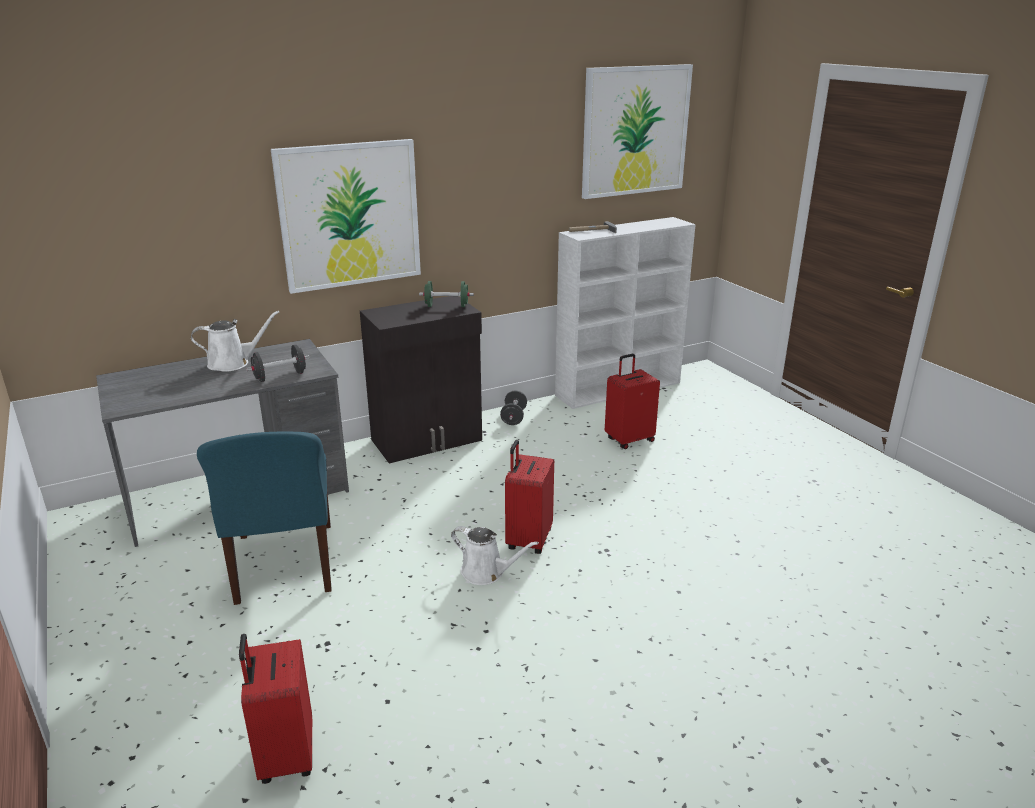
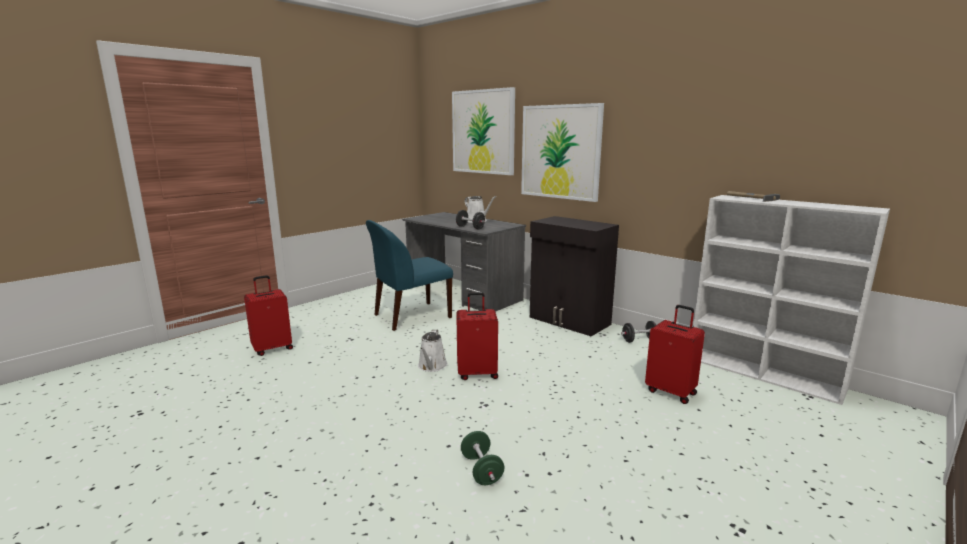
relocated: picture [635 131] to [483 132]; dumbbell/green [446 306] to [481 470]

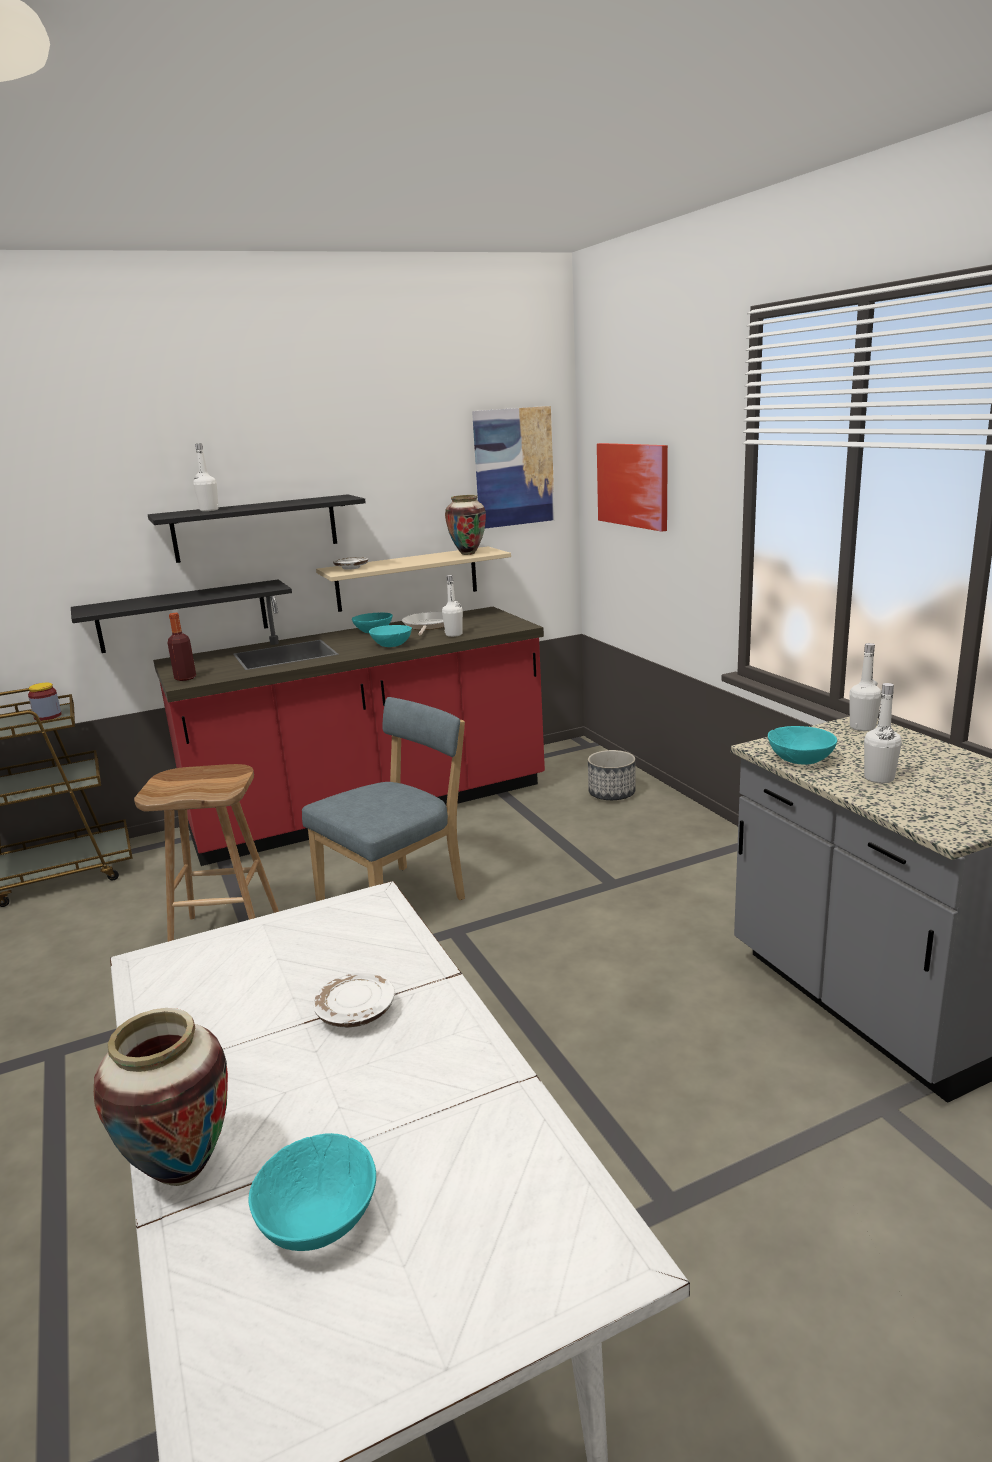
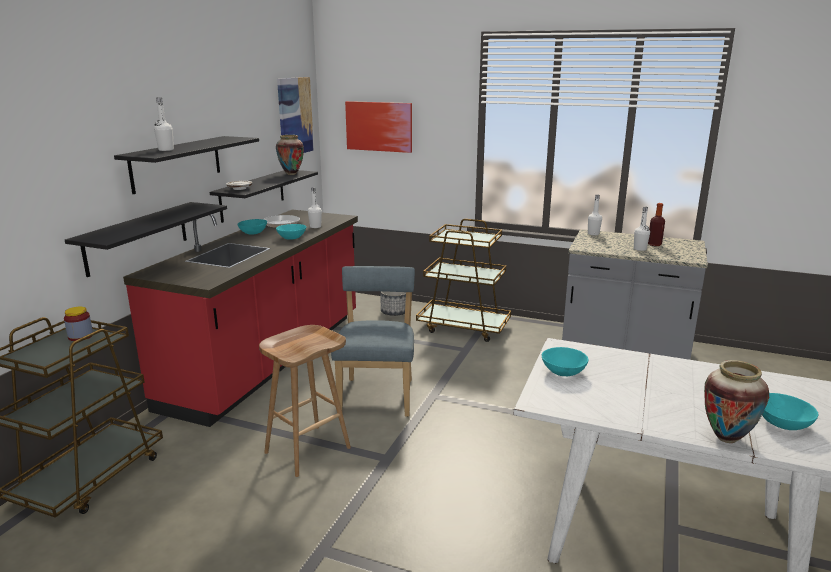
missing: plate/white [355 1012]
appeared: cart/brown [464 327]
relocated: bottle [185 678] to [654 244]; bowl/turquoise [800 759] to [563 371]
colour: shelf/beige [407 579] to shelf/black [252 195]

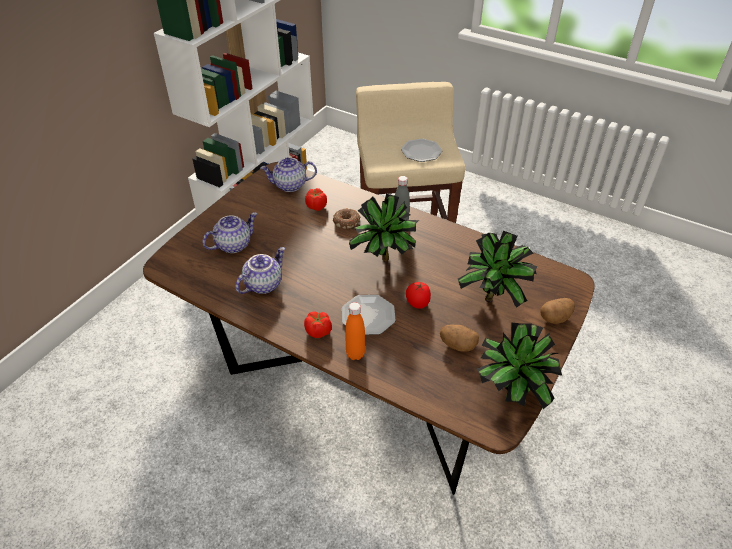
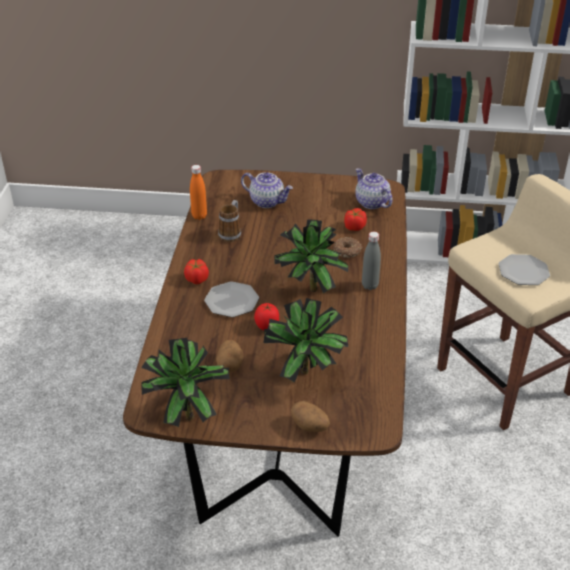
relocated: bottle/orange [355 354] to [199 216]
exchanged: teapot [263 284] to mug [231 233]

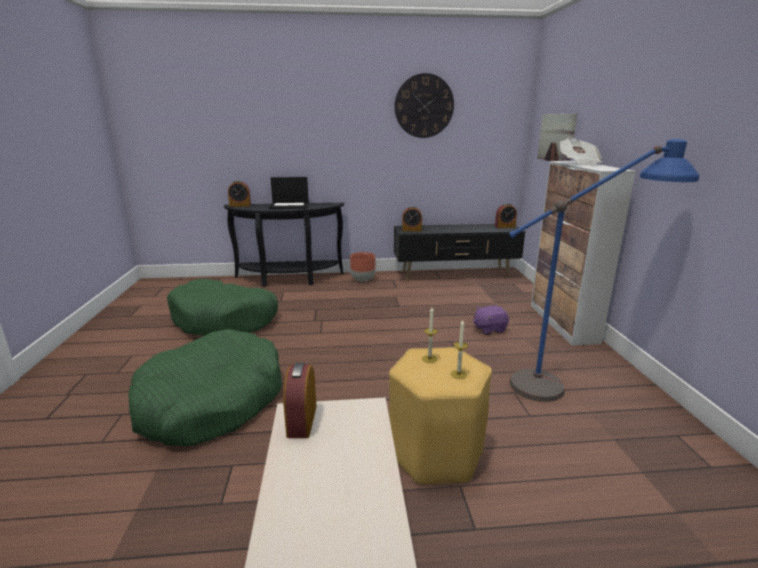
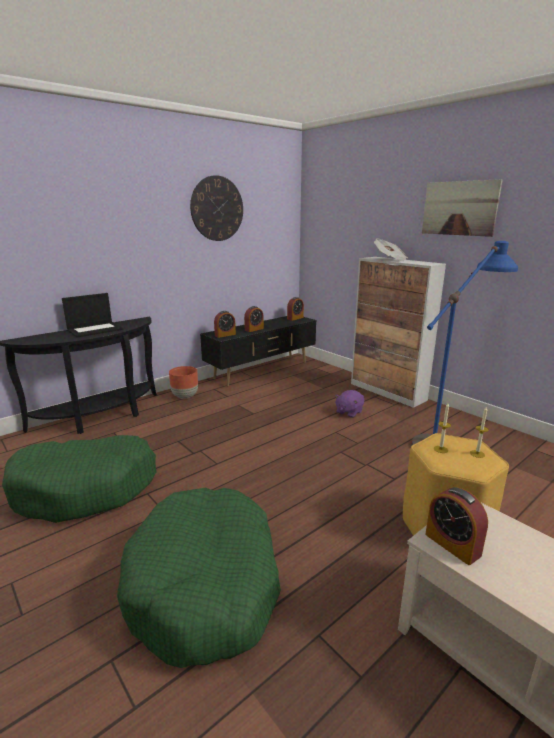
relocated: picture [556 138] to [459 208]; alarm clock [240 205] to [254 329]

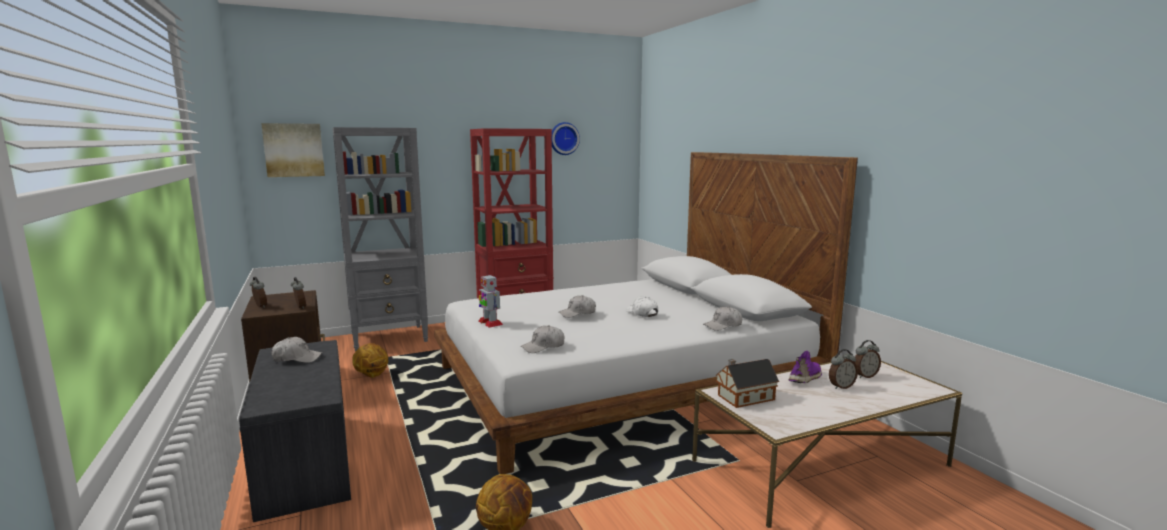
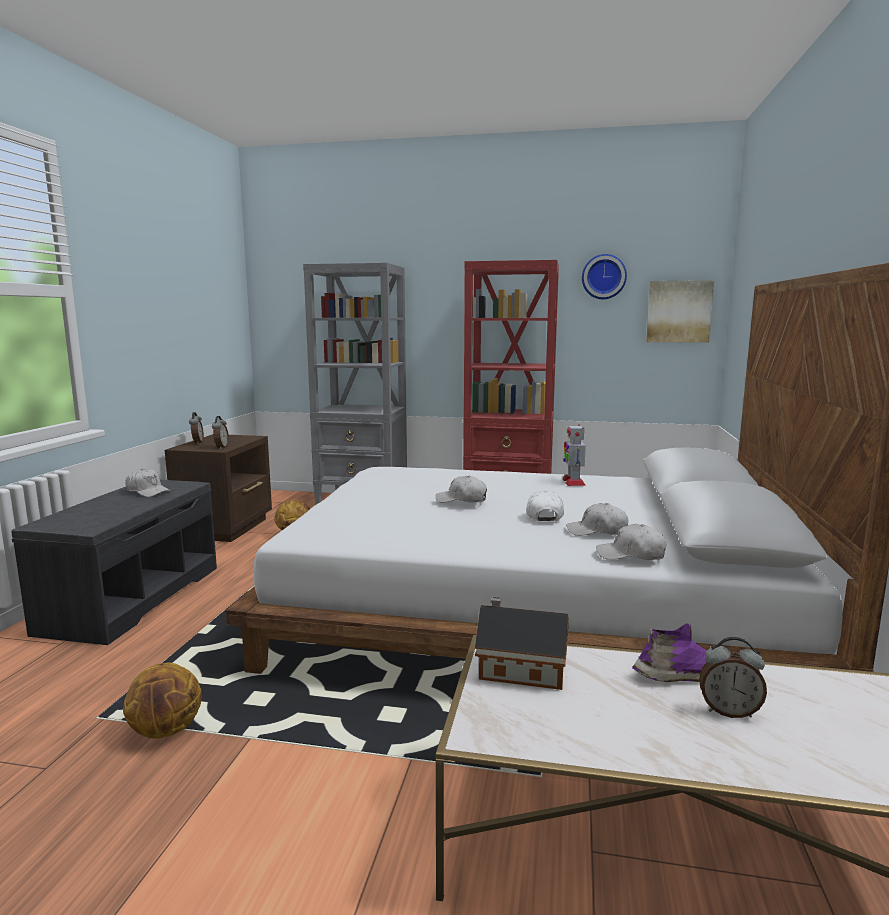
missing: alarm clock [864 376]
relocated: picture [294 150] to [679 311]; toy robot [490 323] to [573 482]; cap/white [543 347] to [597 531]

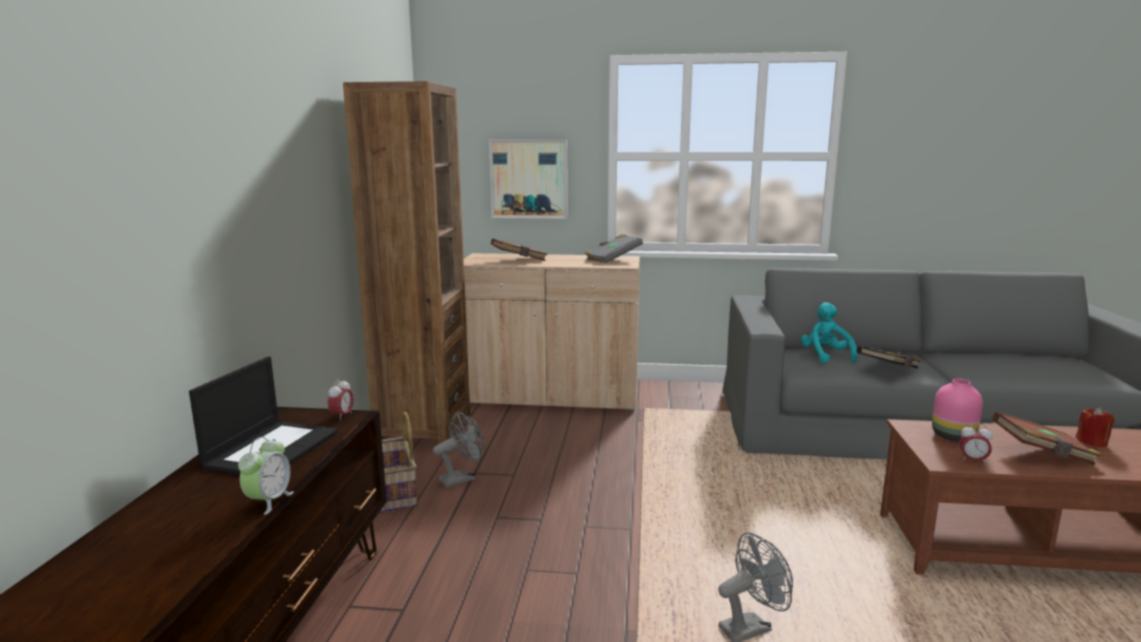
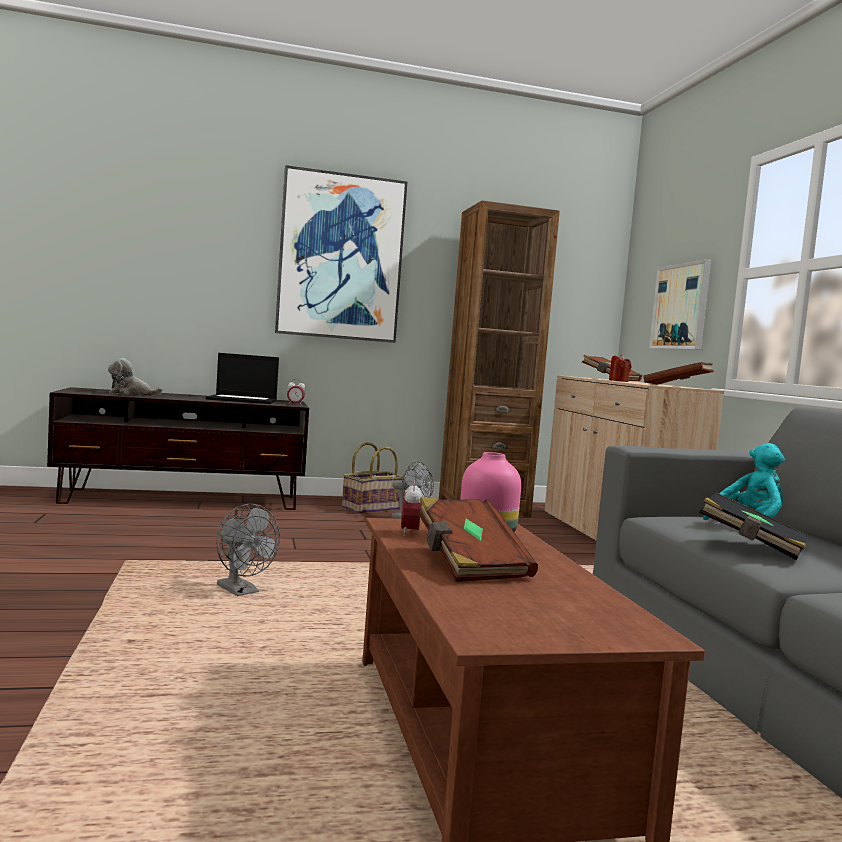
missing: alarm clock [269 501]
appeared: picture [340 257]; plush toy [131 394]
relocated: candle/red [1092 442] to [618 381]
colour: book/grey [613 259] to book/brown [677 386]

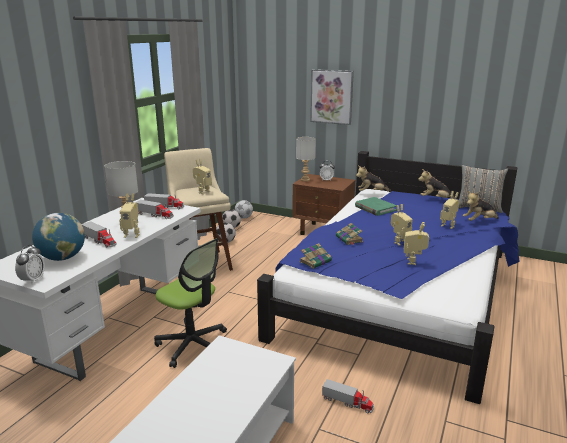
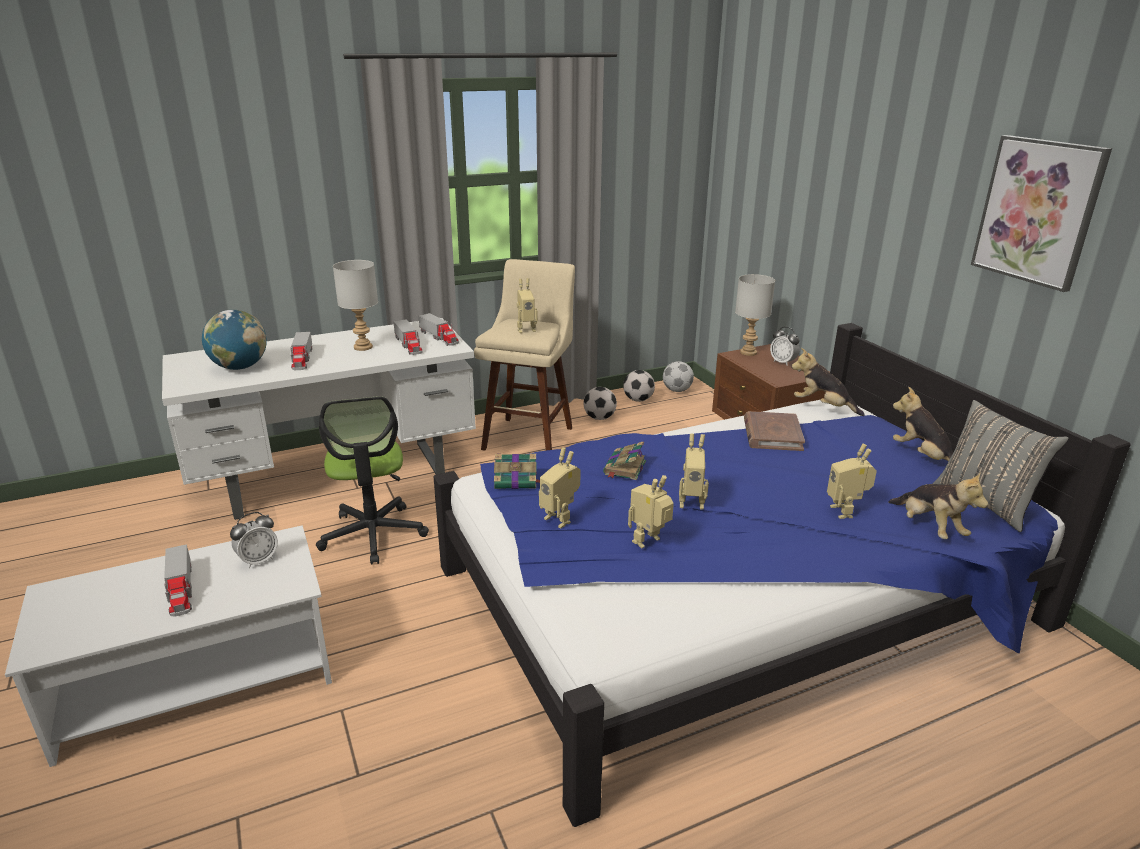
relocated: picture [331 96] to [1038 211]; toy robot [132 235] to [560 518]; alarm clock [33 280] to [258 560]; toy truck [347 402] to [181 590]
colour: book/green [375 208] to book/brown [772 434]
spun: plush toy [479 221] = [929 528] 135 degrees counterclockwise

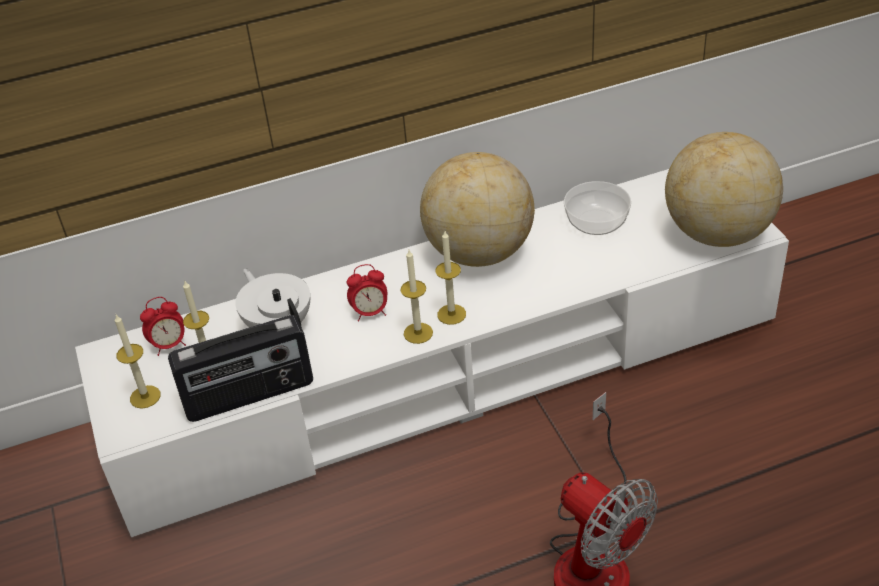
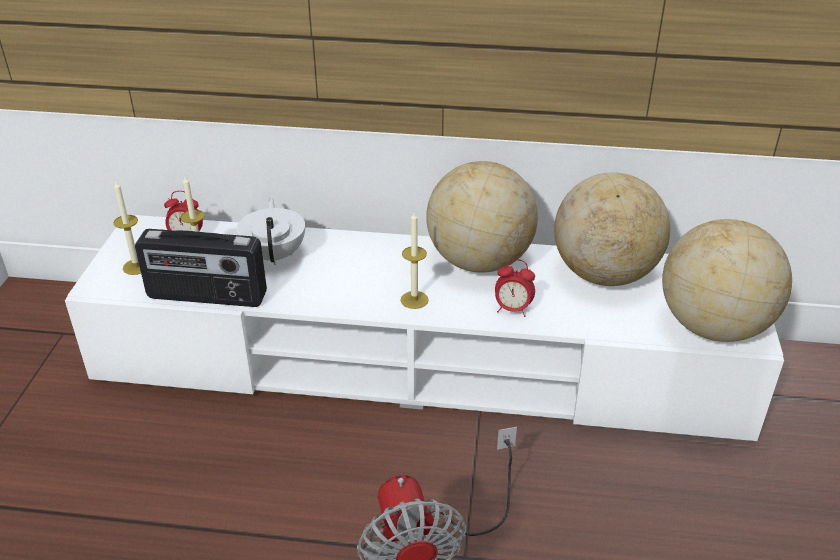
missing: candle [418 333]
relocated: alarm clock [370 313] to [512 309]
exchanged: bowl [597 221] to globe [604 274]

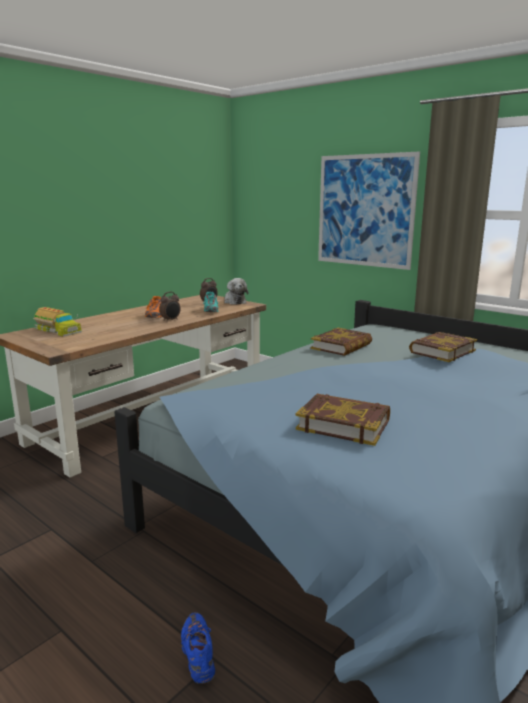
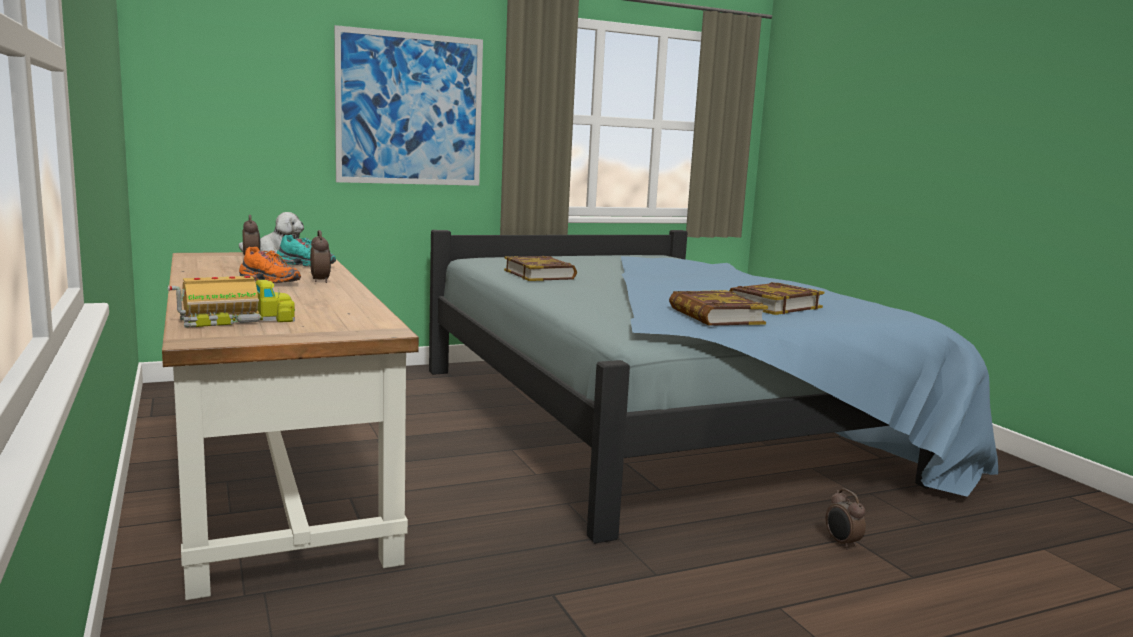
relocated: book [442 351] to [715 316]
exchanged: shoe/blue [198 654] to alarm clock [842 543]

